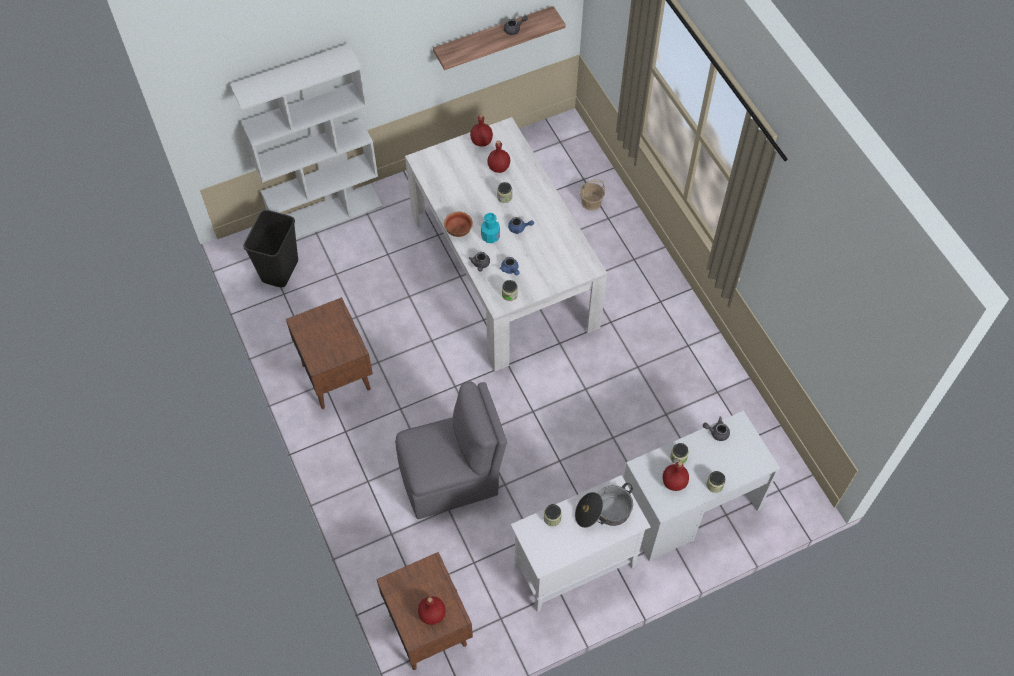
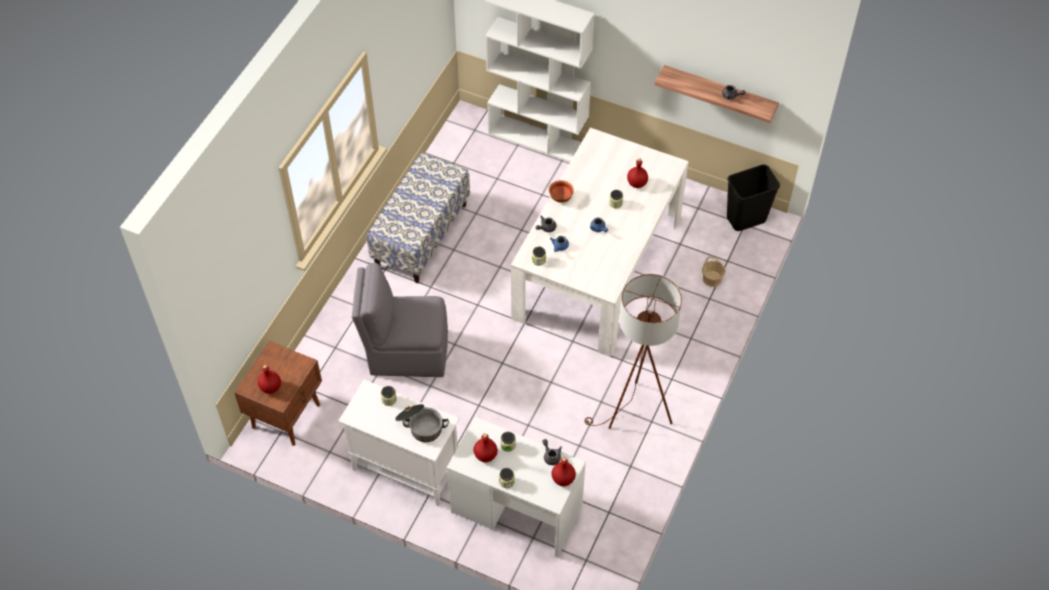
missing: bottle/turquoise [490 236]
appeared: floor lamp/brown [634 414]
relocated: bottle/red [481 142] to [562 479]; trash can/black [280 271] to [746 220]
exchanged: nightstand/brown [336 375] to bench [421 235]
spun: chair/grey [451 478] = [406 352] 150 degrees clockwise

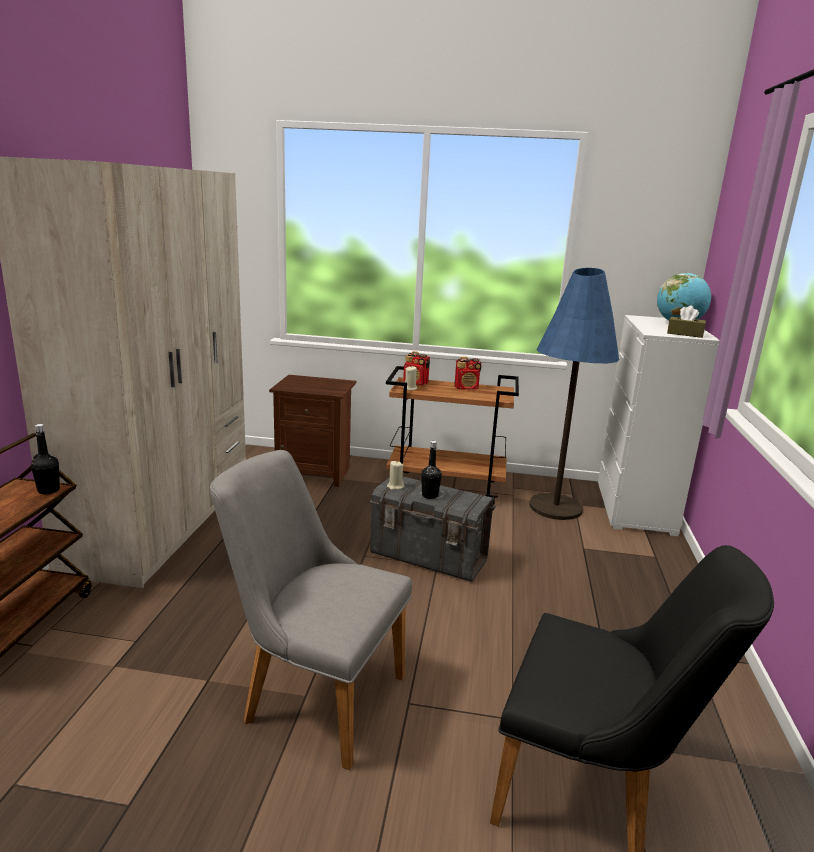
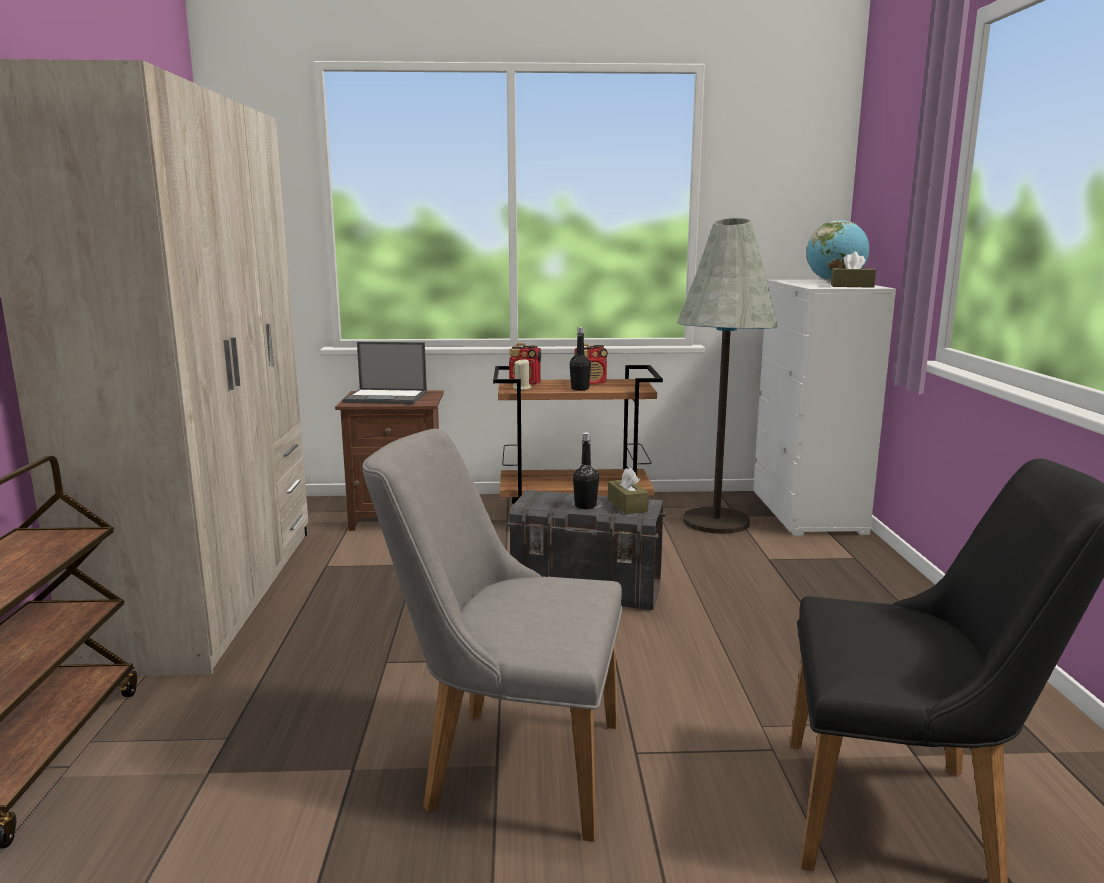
missing: candle/beige [395 486]
appeared: laptop [387 397]; tissue box/brown [627 505]
relocated: bottle/black [48 490] to [580 389]
colour: floor lamp/blue [555 507] to floor lamp/grey [716 521]

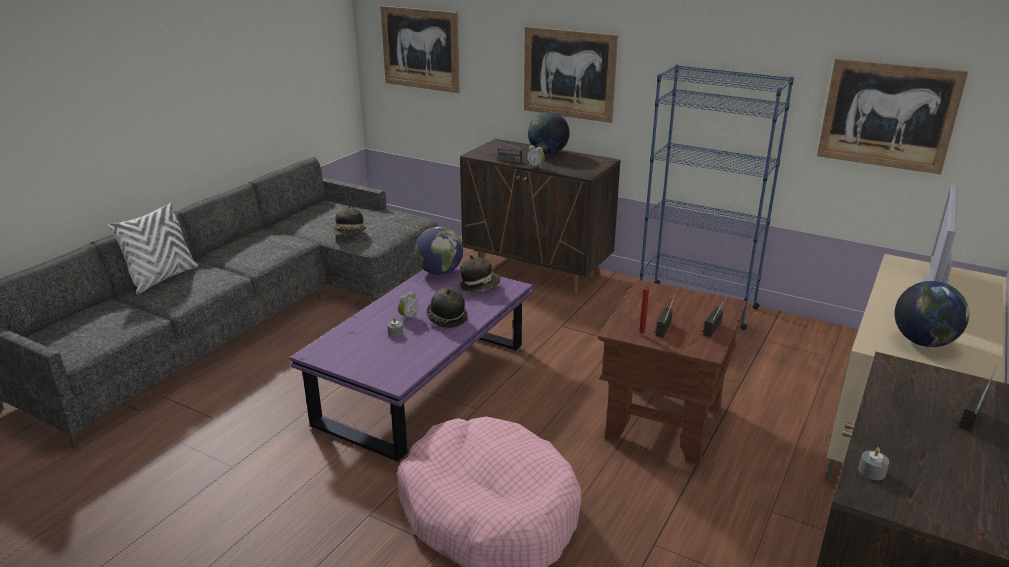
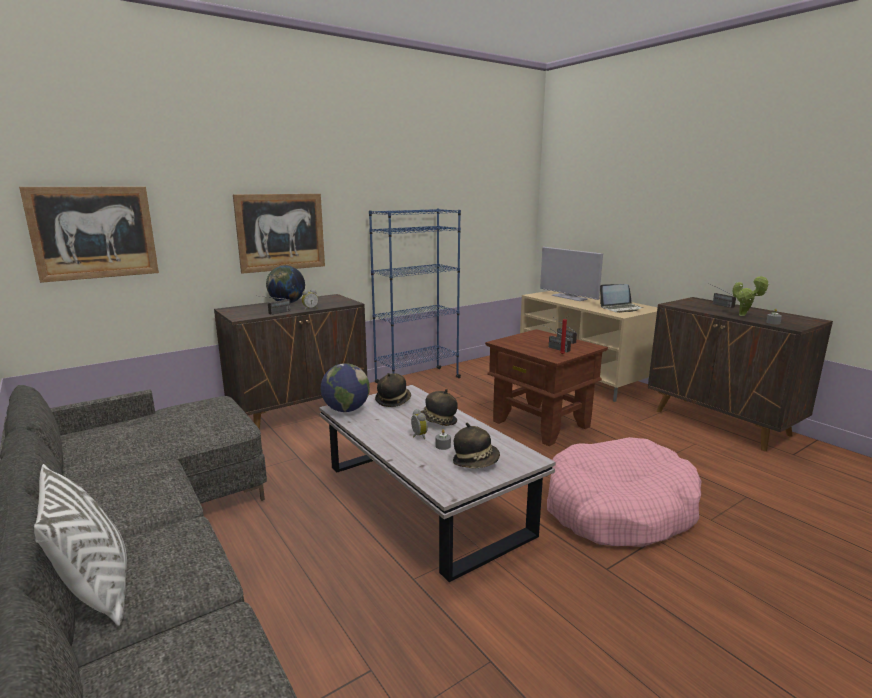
missing: picture [888 115]
appeared: potted plant [744 315]
relocated: hat [350 234] to [476 462]
exchanged: globe [923 342] to laptop [621 308]
colour: coffee table/purple [425 384] to coffee table/white [424 500]

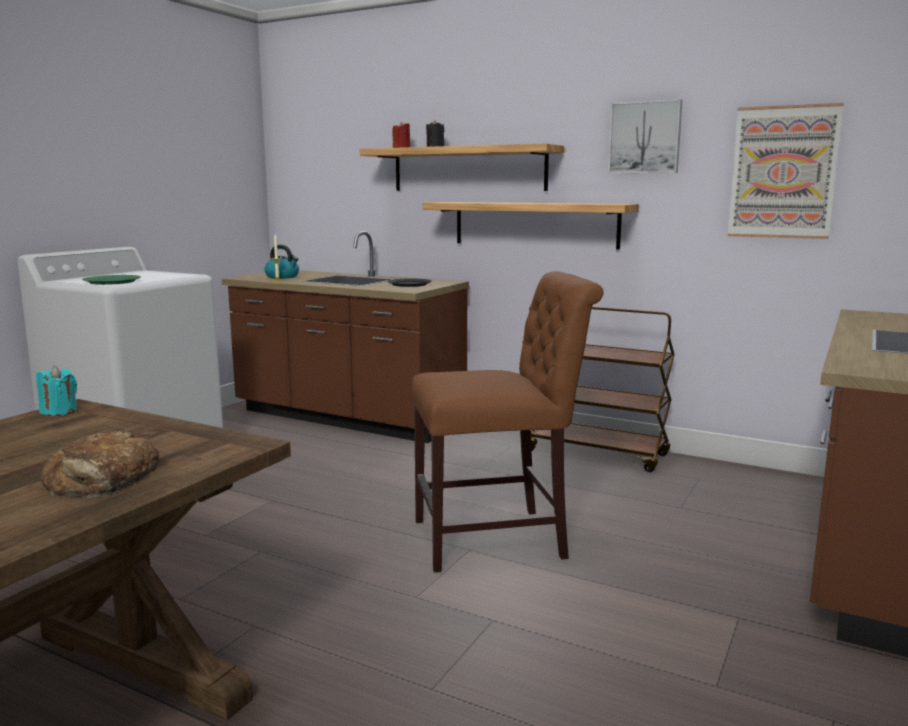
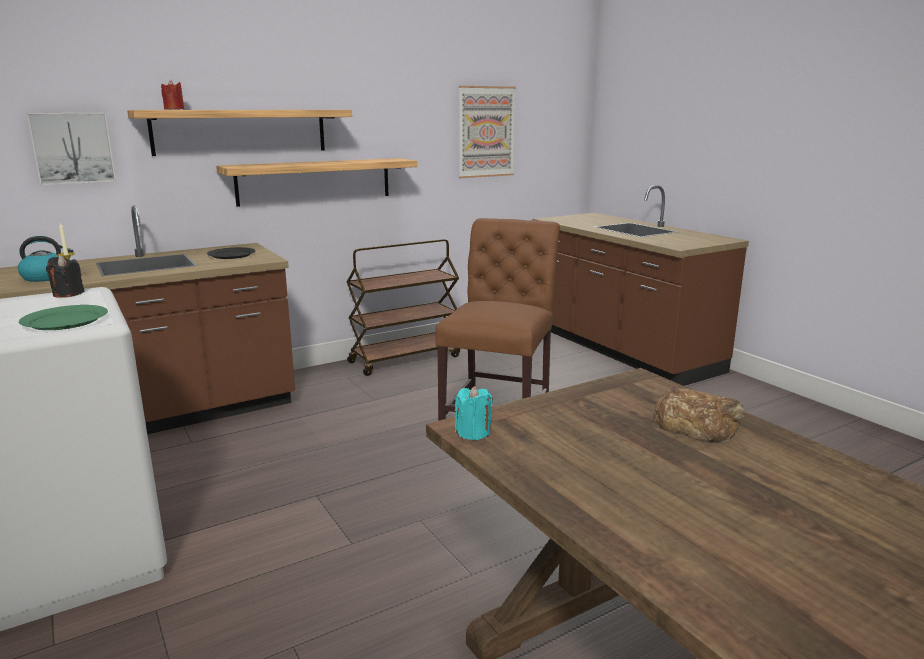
relocated: picture [645 137] to [72 148]; candle/black [435 147] to [68 294]

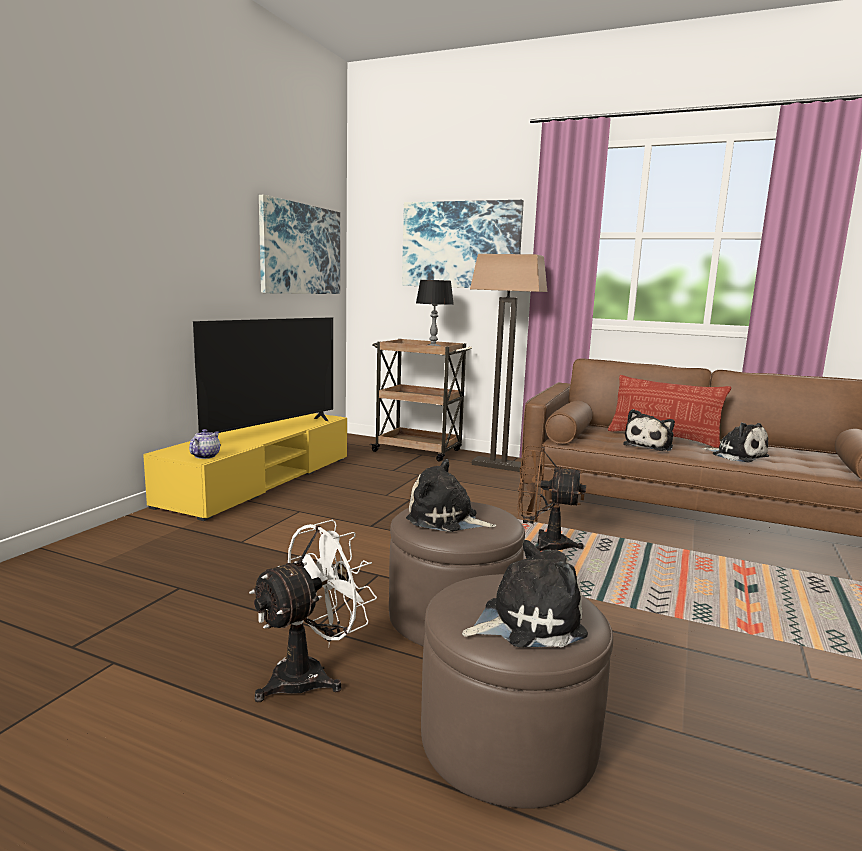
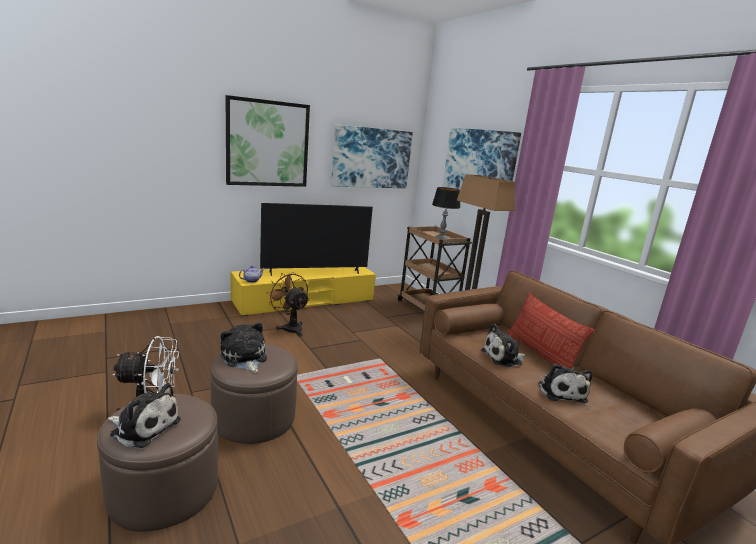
appeared: picture [268 143]
relocated: fan/brown [542 544] to [290 327]

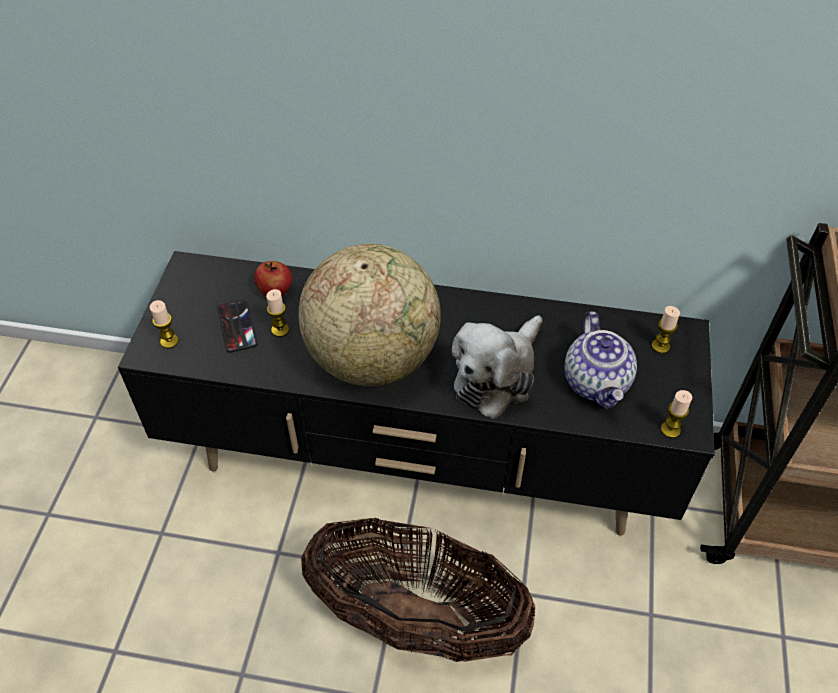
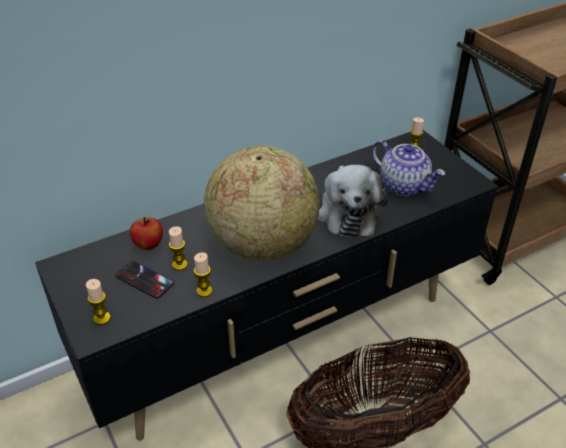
relocated: candle [670 429] to [204 291]

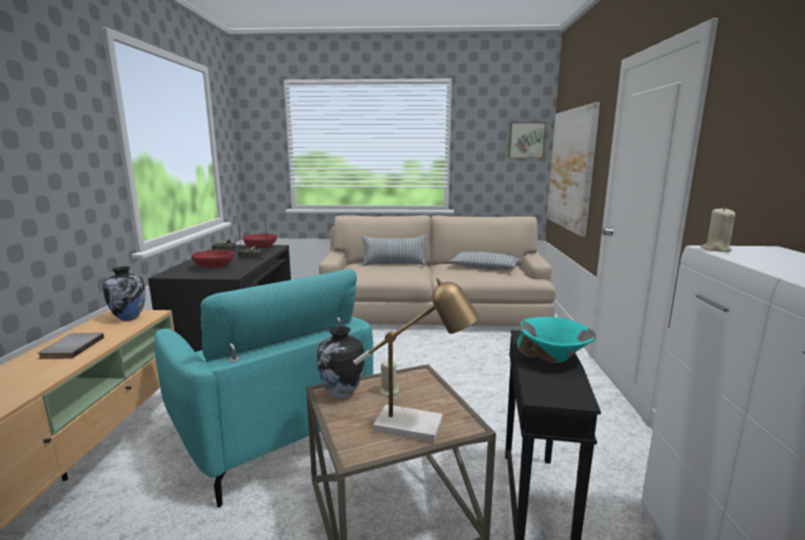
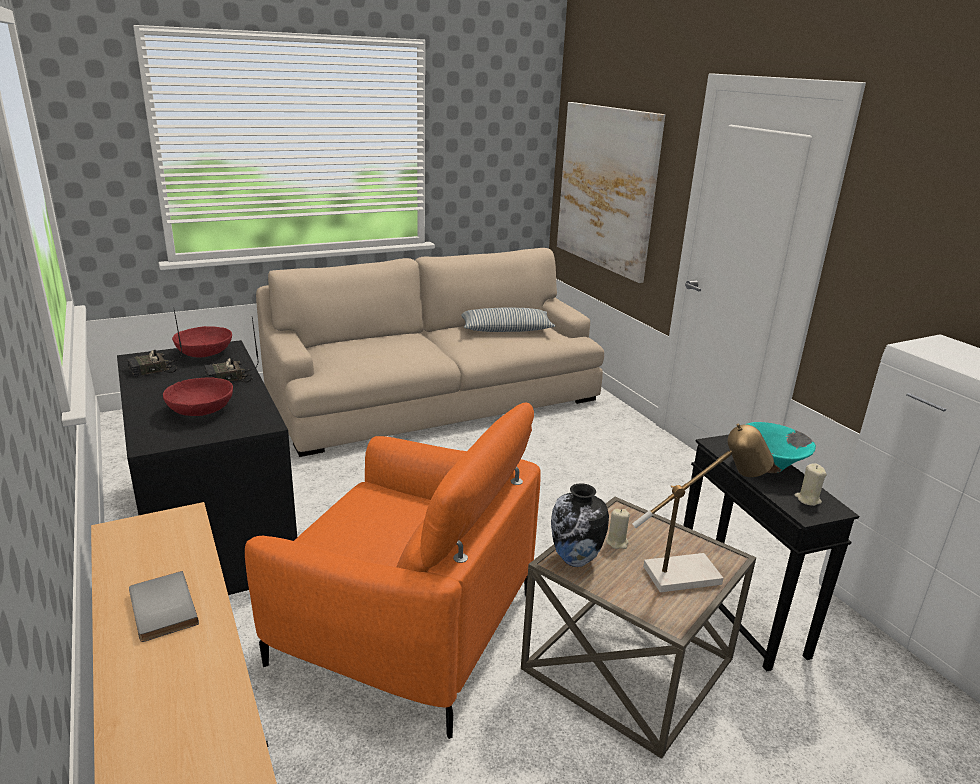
missing: picture [526 140]; pillow [394 264]; vase [129 318]
relocated: candle/beige [716 249] to [807 499]
colour: armchair/turquoise [270 430] to armchair/orange [404 628]

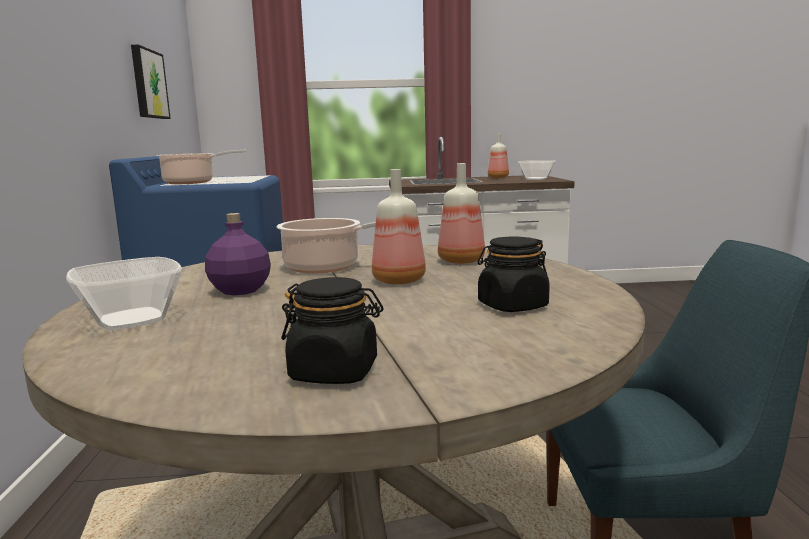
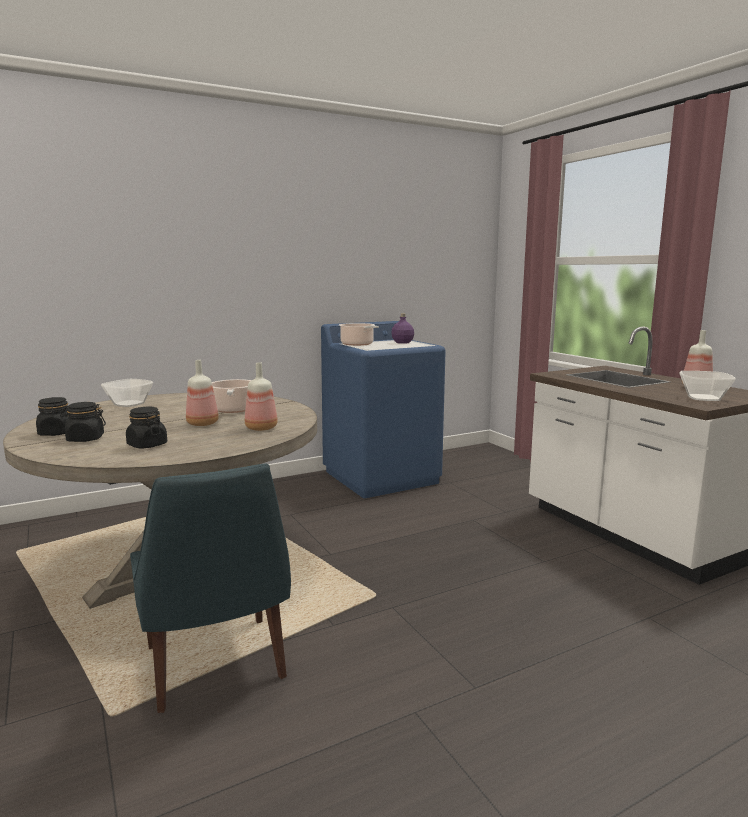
missing: picture [148 84]
appeared: jar/black [85 439]
relocated: bottle/purple [241 290] to [402 342]

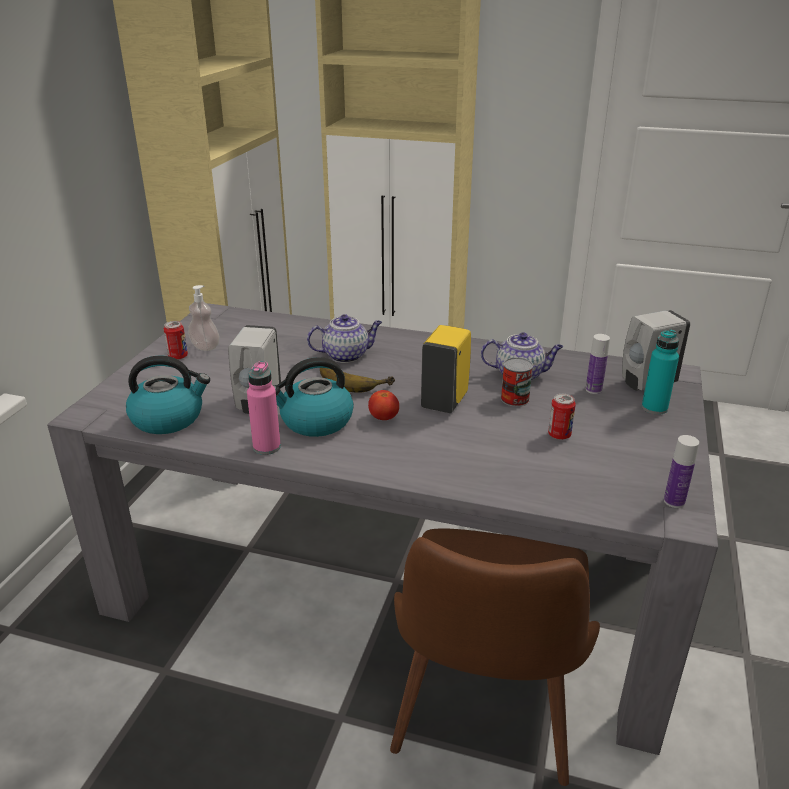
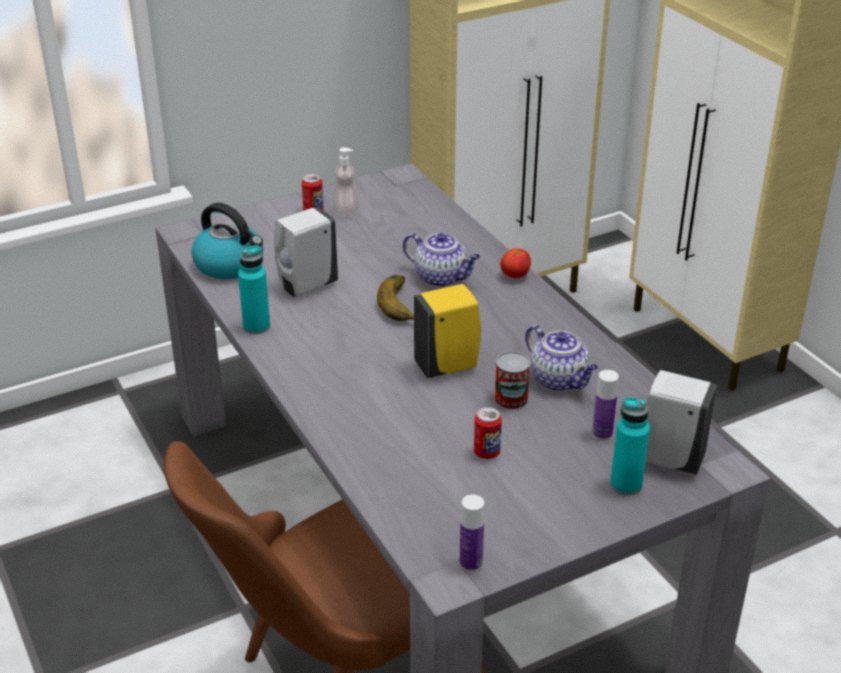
missing: kettle [315 421]
relocated: tomato [383 418] to [515 276]
colour: bottle/pink [267 447] to bottle/turquoise [256 326]

